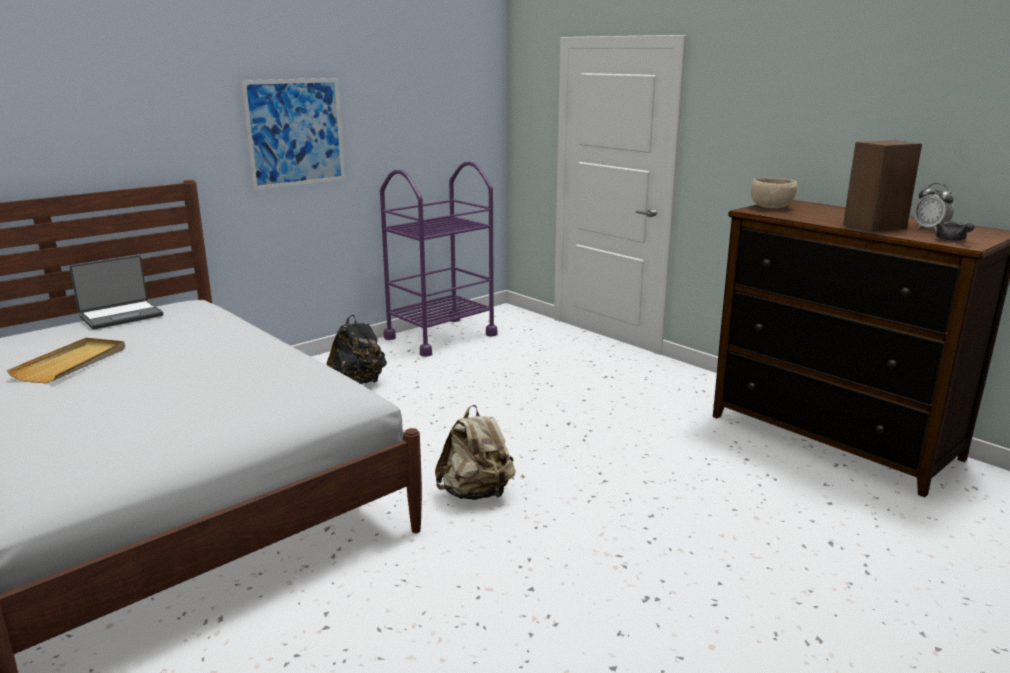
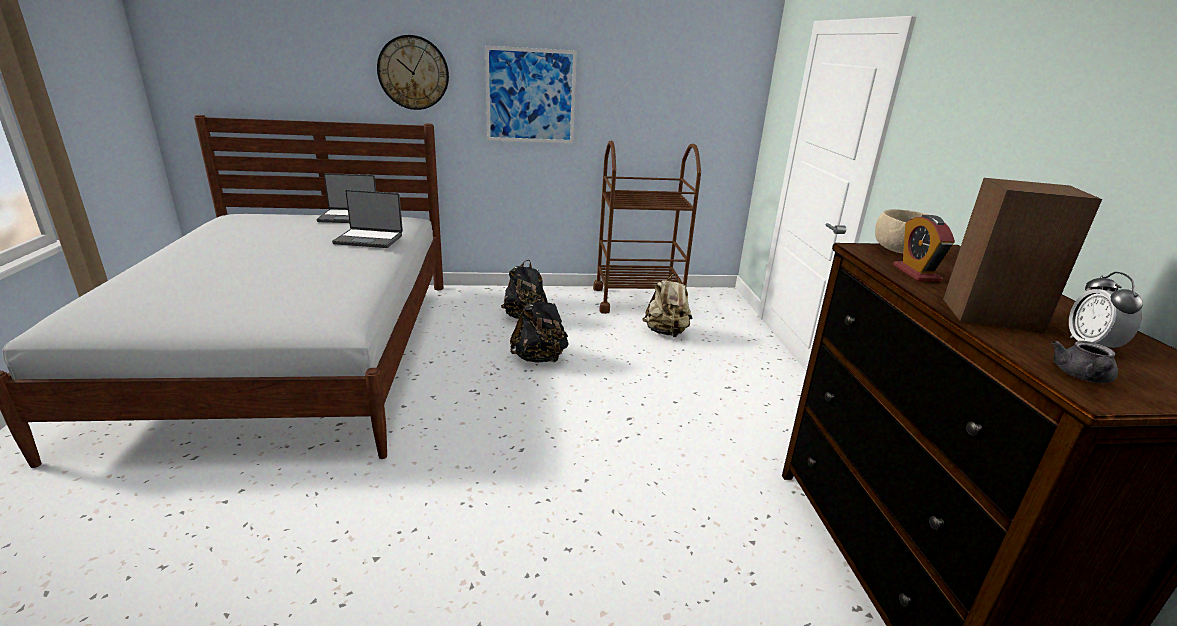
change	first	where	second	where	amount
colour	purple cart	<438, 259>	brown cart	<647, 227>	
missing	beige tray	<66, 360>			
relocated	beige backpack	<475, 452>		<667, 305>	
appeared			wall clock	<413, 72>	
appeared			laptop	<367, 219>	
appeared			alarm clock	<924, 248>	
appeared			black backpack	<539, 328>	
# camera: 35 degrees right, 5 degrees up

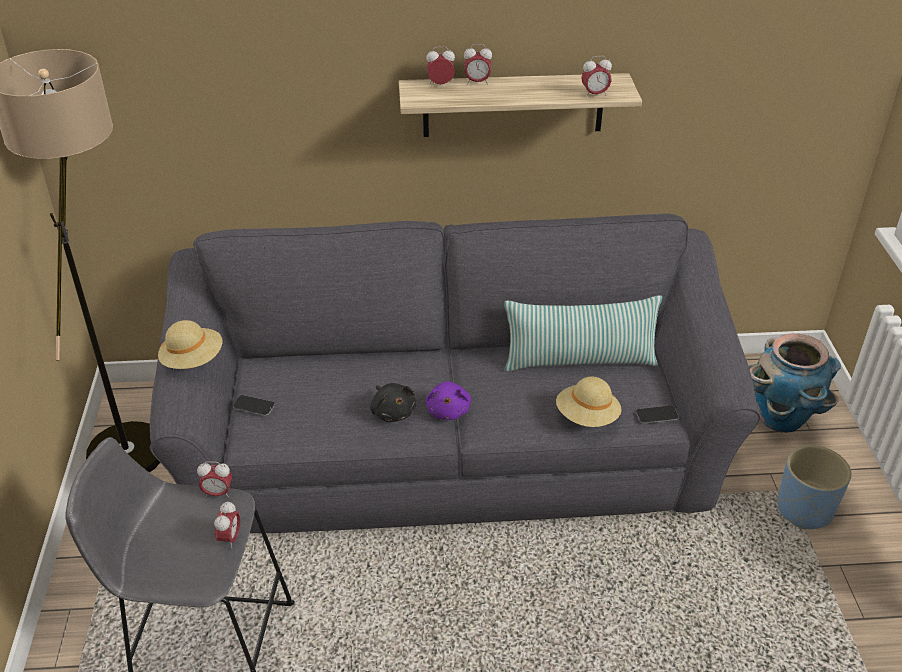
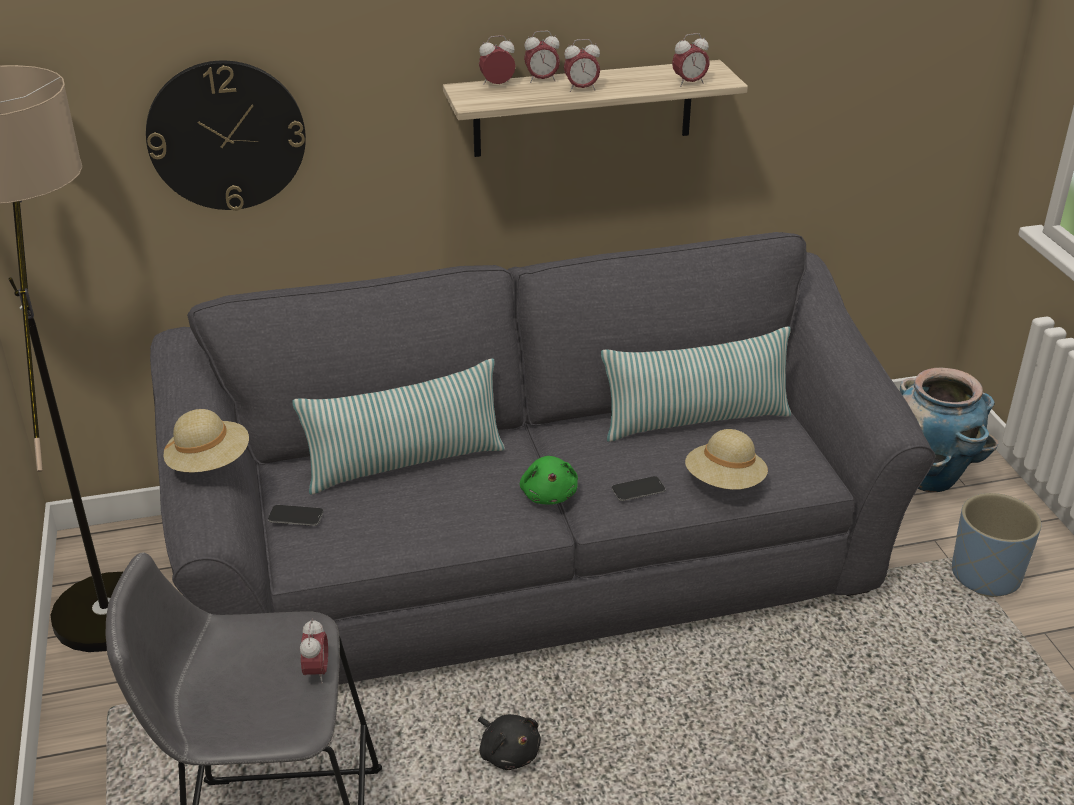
change	first	where	second	where	amount
colour	purple plush toy	<448, 400>	green plush toy	<549, 480>	
relocated	black plush toy	<393, 402>		<509, 742>	
relocated	phone	<657, 414>		<639, 488>	
relocated	alarm clock	<214, 480>		<582, 65>	
appeared			wall clock	<226, 135>	
appeared			pillow	<398, 427>	
# camera: 10 degrees left, 5 degrees down

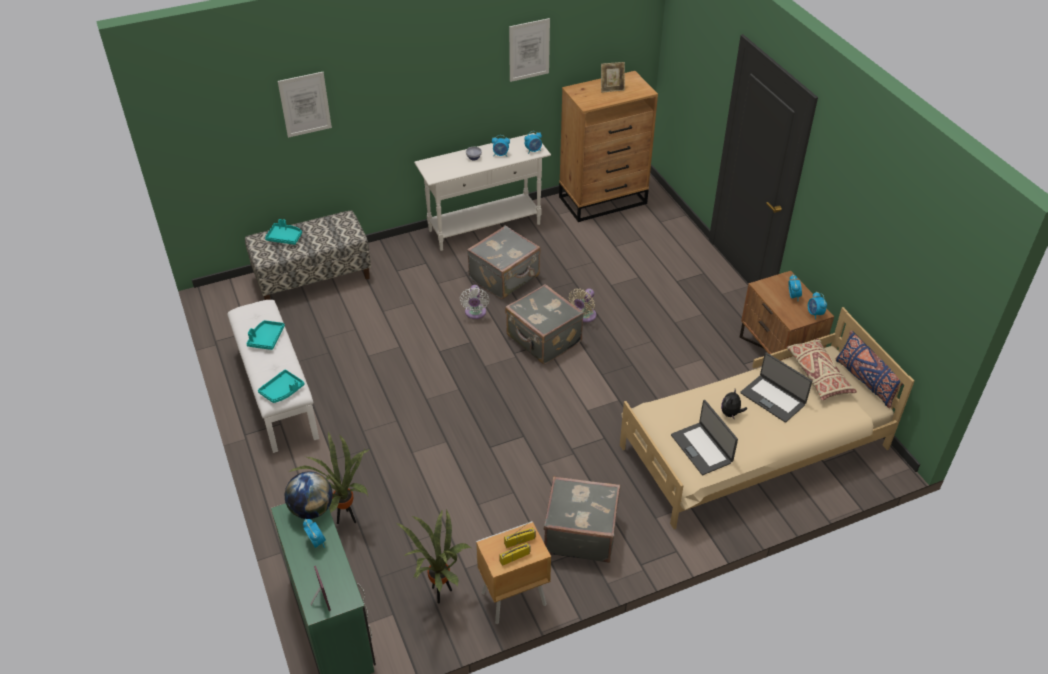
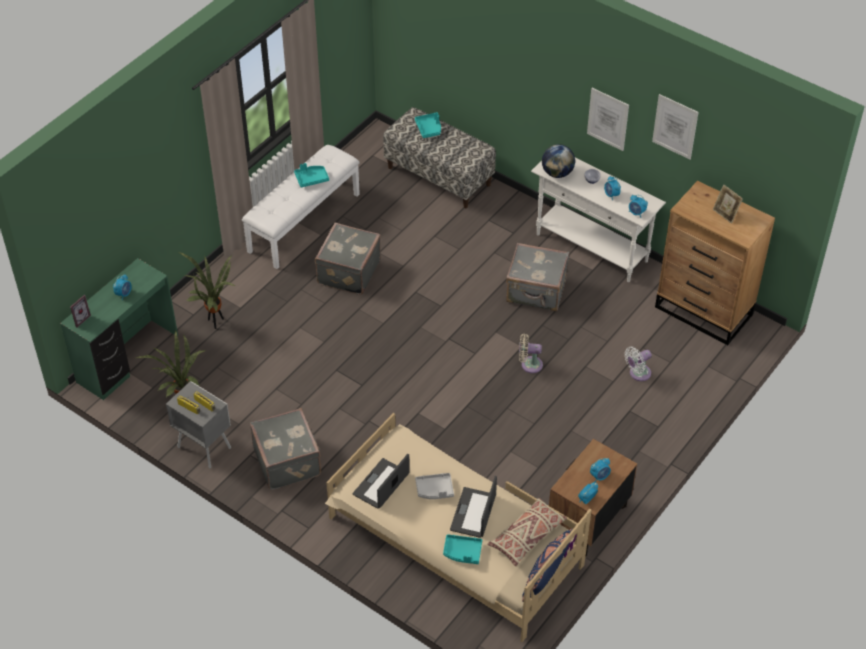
change	first	where	second	where	amount
relocated	picture	<305, 105>		<608, 119>	
relocated	grey suitcase	<544, 324>		<348, 259>	
relocated	white fan	<474, 302>		<638, 364>	
relocated	turquoise tray	<281, 386>		<462, 549>	
exchanged	plush toy	<734, 404>	grey tray	<434, 486>	
relocated	globe	<308, 495>		<558, 161>	
colour	brown nightstand	<513, 572>	grey nightstand	<198, 424>	
# camera: 60 degrees right, 5 degrees up

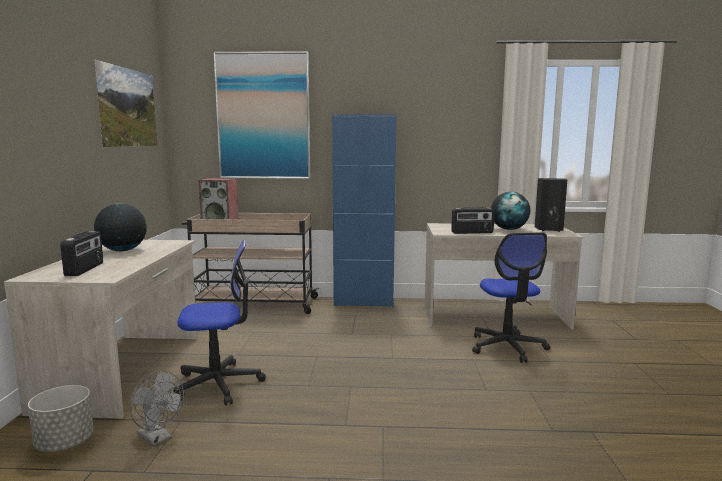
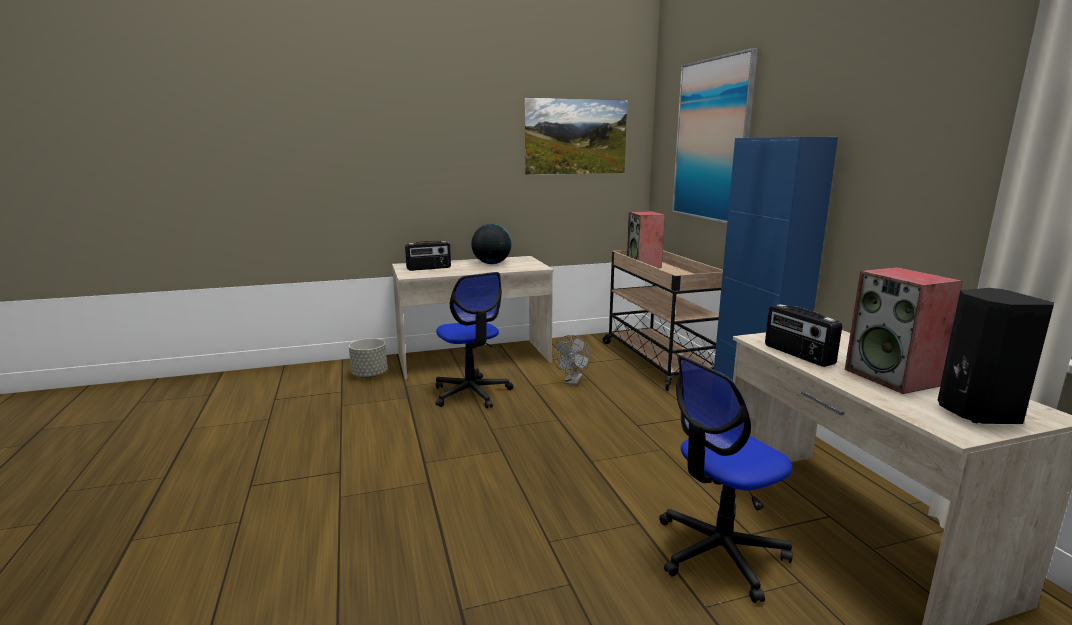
change	first	where	second	where	amount
exchanged	globe	<510, 211>	speaker	<903, 330>	
relocated	grey fan	<156, 408>		<572, 360>	
# camera: 70 degrees right, 5 degrees up

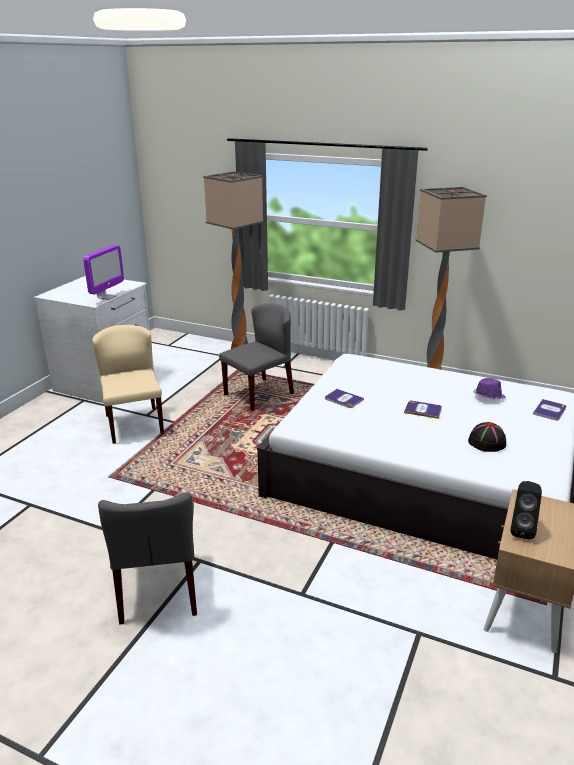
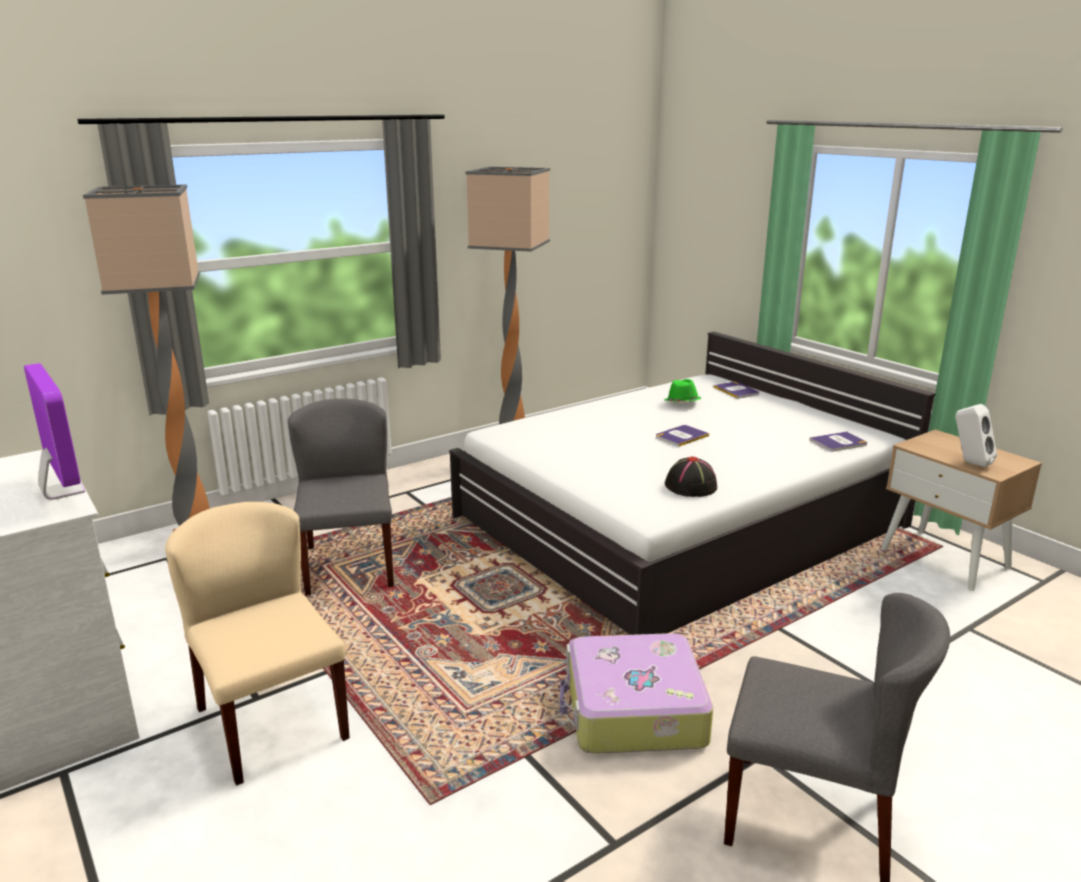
change	first	where	second	where	amount
spun	beige chair	<128, 384>		<257, 644>	45 degrees clockwise
colour	purple hat	<489, 388>	green hat	<682, 391>	
relocated	book	<344, 398>		<838, 441>	
relocated	black hat	<487, 437>		<691, 477>	
colour	black speaker	<526, 510>	white speaker	<976, 435>	
appeared			suitcase	<636, 693>	
# camera: 60 degrees left, 5 degrees down

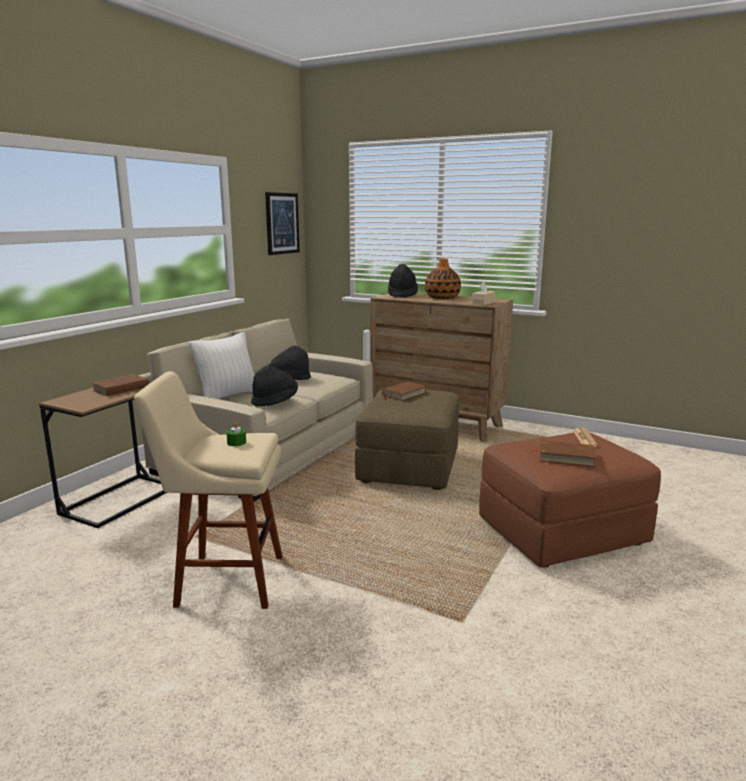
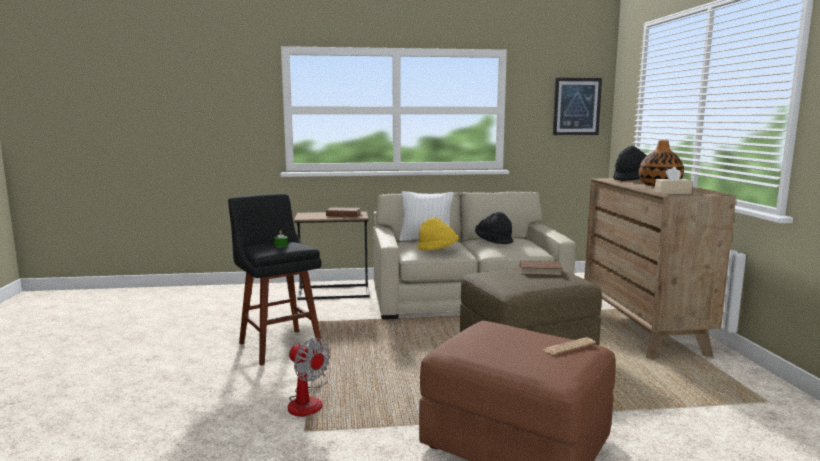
change	first	where	second	where	amount
colour	black hat	<274, 386>	yellow hat	<438, 234>	
colour	beige stool	<208, 490>	black stool	<275, 279>	
missing	brown book	<563, 453>			
appeared			fan	<309, 377>	
# camera: 55 degrees right, 5 degrees down

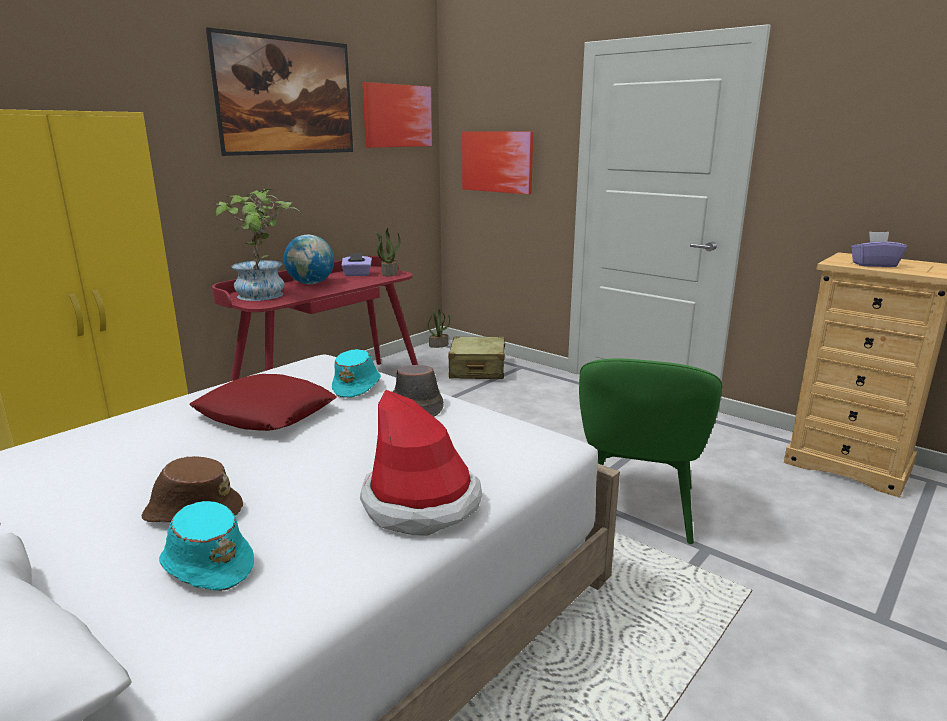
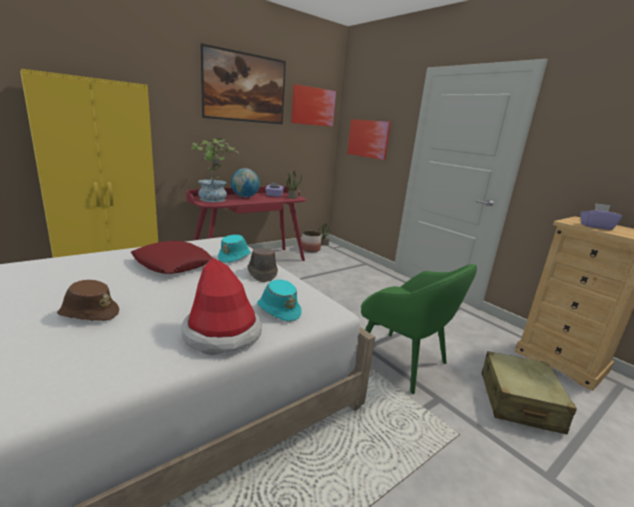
change	first	where	second	where	amount
relocated	beige suitcase	<476, 357>		<529, 392>	
spun	green armchair	<650, 451>		<419, 329>	75 degrees counterclockwise
relocated	turquoise hat	<206, 546>		<279, 301>	
appeared			planter	<312, 241>	
# camera: 10 degrees right, 0 degrees up

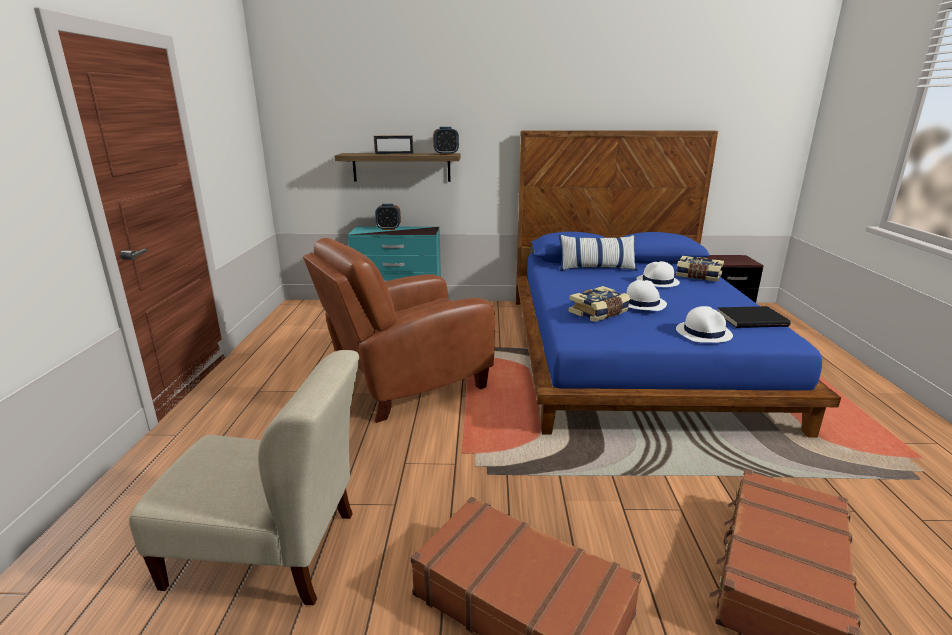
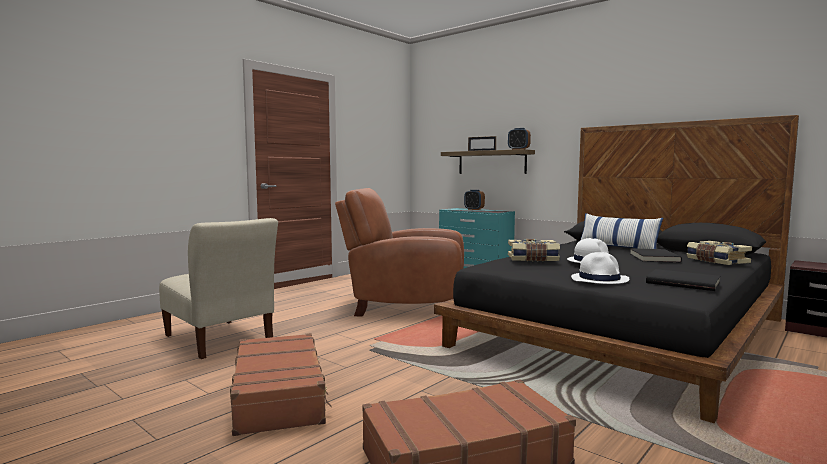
change	first	where	second	where	amount
colour	blue bed	<678, 284>	black bed	<616, 269>	
exchanged	white hat	<658, 274>	black book	<656, 255>	
# camera: 40 degrees right, 15 degrees down

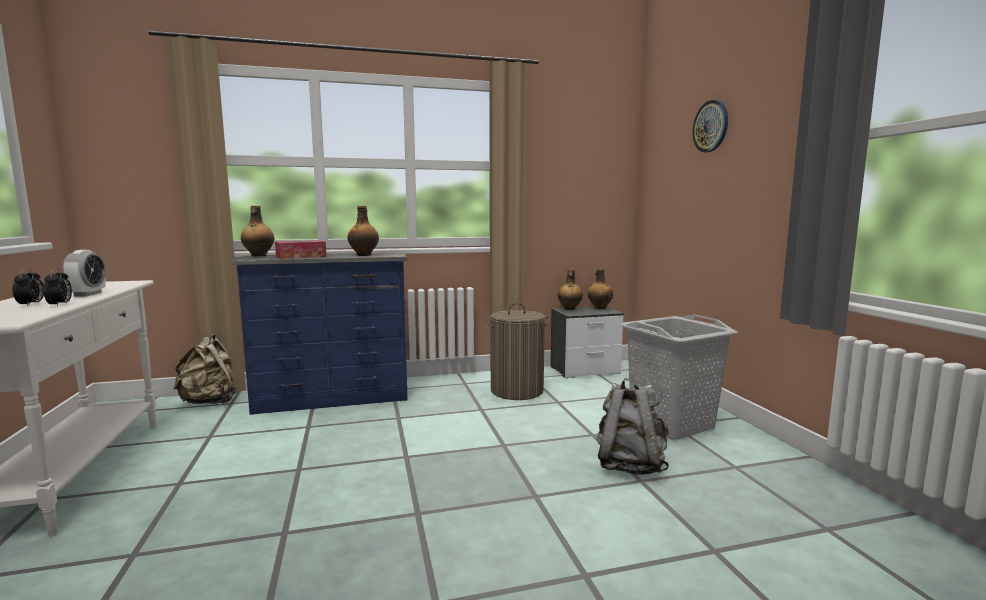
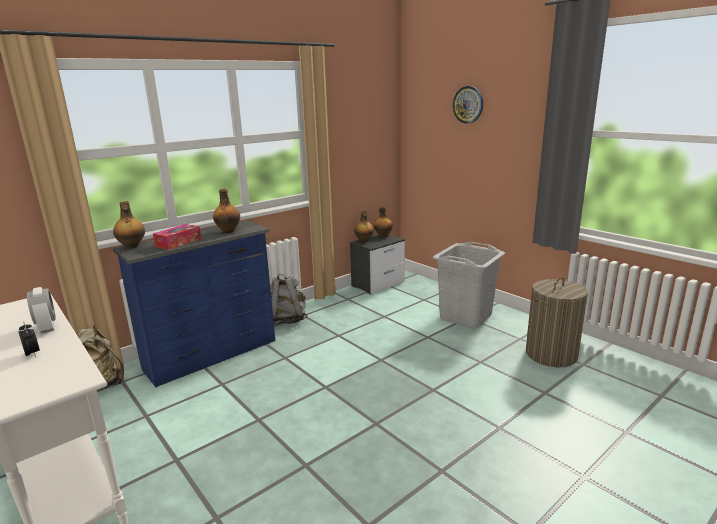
change	first	where	second	where	amount
missing	alarm clock	<57, 287>			
relocated	laundry basket	<517, 351>		<557, 322>	
relocated	grey backpack	<632, 426>		<288, 299>	
# camera: 25 degrees left, 10 degrees up

